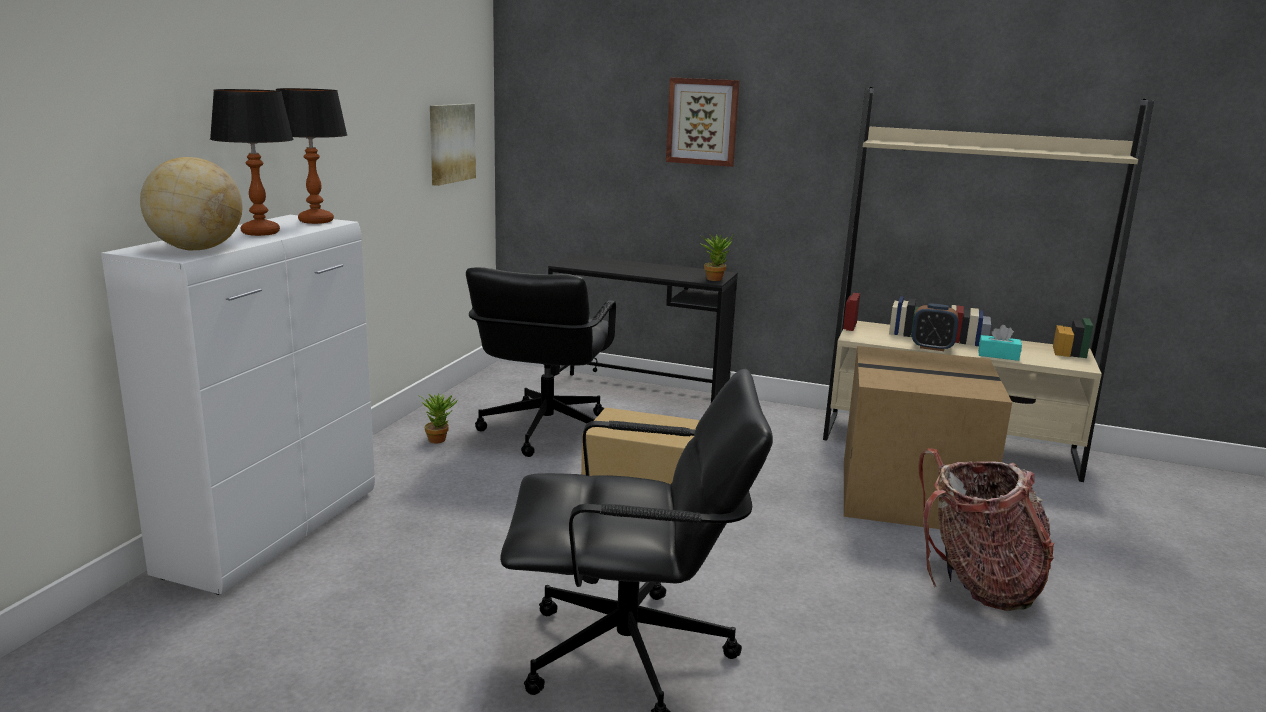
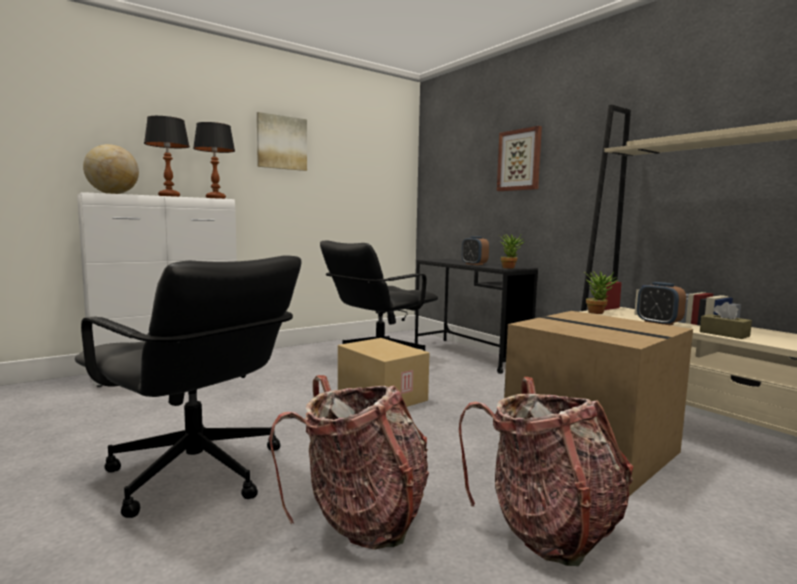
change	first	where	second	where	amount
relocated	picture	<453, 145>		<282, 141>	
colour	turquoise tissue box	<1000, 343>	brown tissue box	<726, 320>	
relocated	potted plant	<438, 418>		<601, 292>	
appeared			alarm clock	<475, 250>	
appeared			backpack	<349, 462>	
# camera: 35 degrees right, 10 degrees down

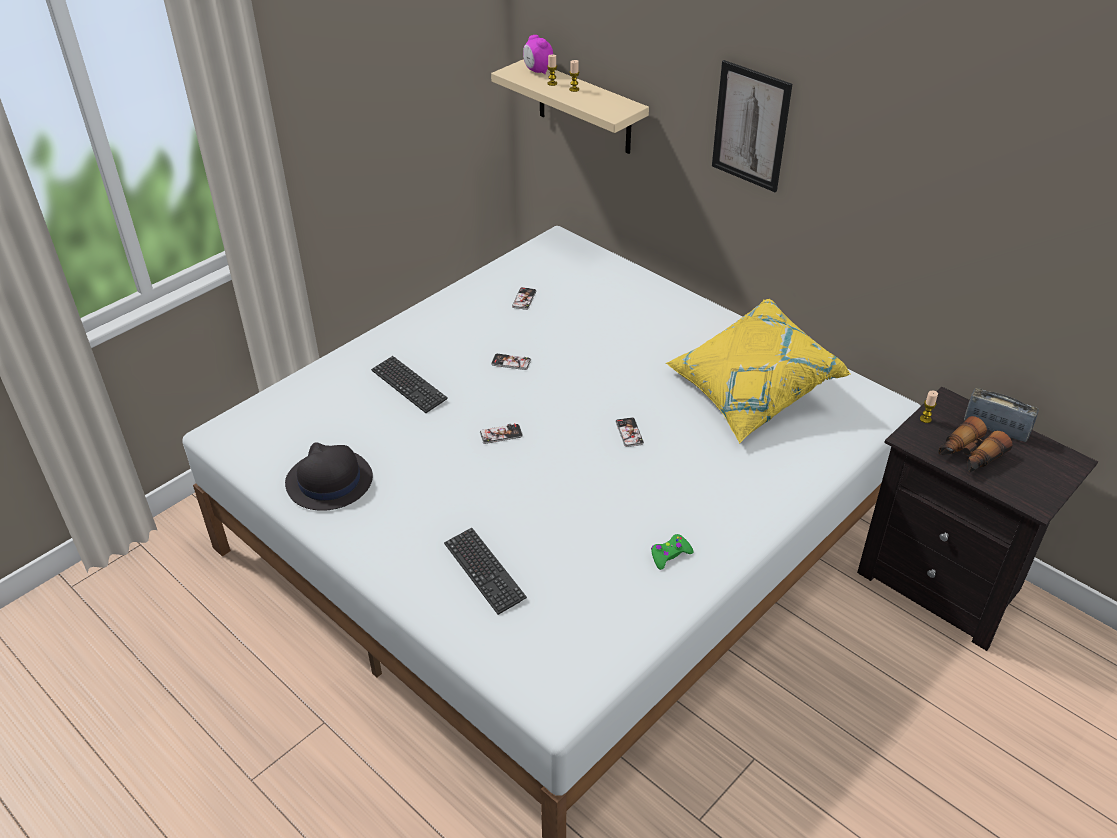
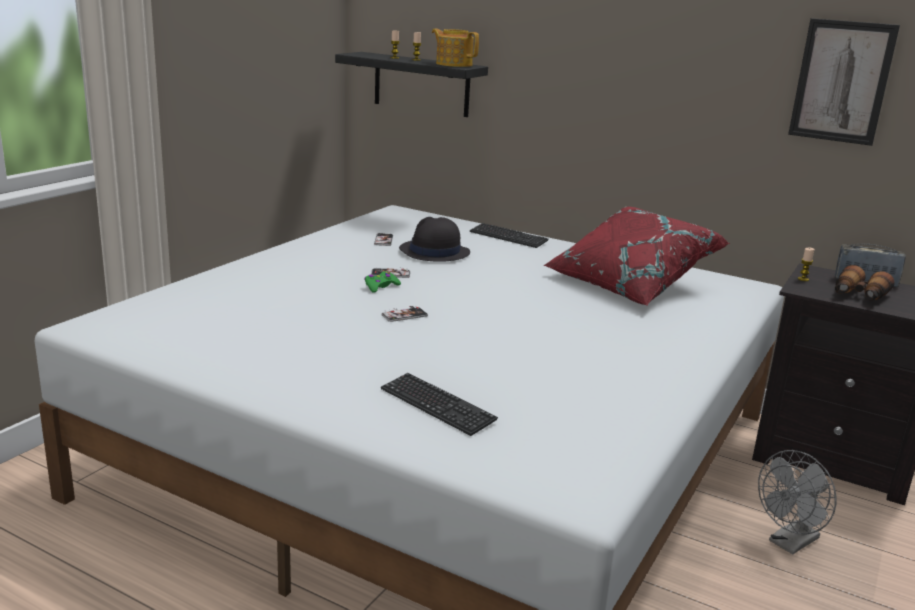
change	first	where	second	where	amount
missing	alarm clock	<538, 54>			
colour	beige shelf	<570, 106>	black shelf	<411, 84>	
relocated	picture	<752, 126>		<844, 82>	
colour	yellow pillow	<758, 371>	red pillow	<636, 256>	
relocated	keyboard	<409, 384>		<509, 235>	
missing	phone	<629, 432>			
relocated	black hat	<329, 476>		<434, 239>	
relocated	green game controller	<672, 552>		<382, 282>	
appeared			teapot	<455, 48>	
appeared			grey fan	<797, 502>	
# camera: 15 degrees left, 20 degrees down

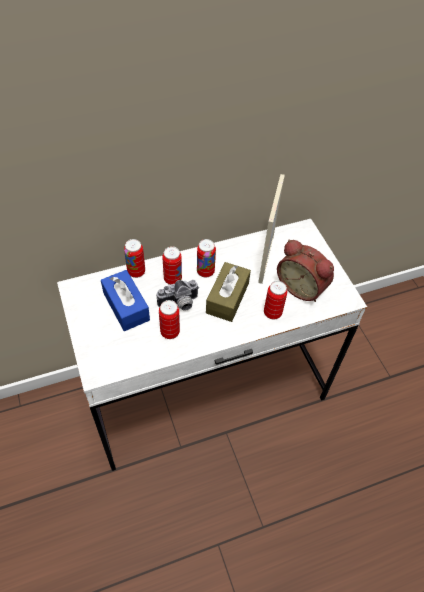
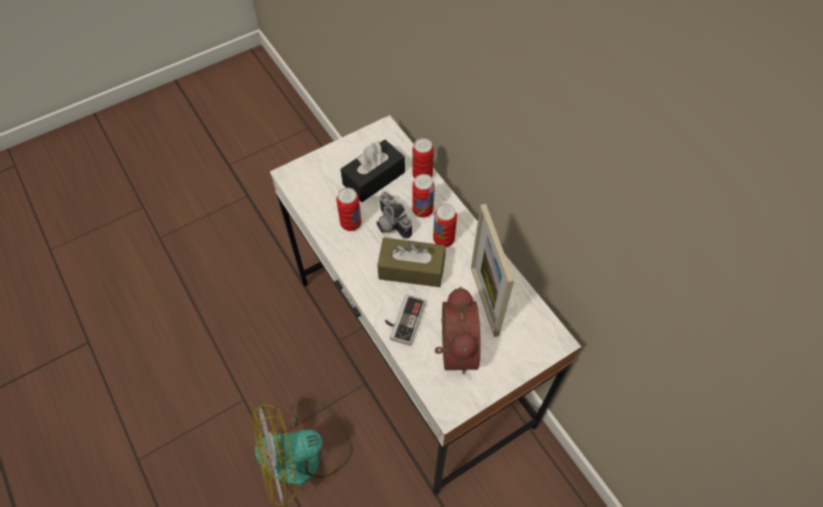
change	first	where	second	where	amount
spun	picture frame	<271, 229>		<492, 270>	105 degrees counterclockwise
spun	alarm clock	<305, 271>		<458, 330>	150 degrees clockwise
colour	blue tissue box	<125, 300>	black tissue box	<373, 171>	
exchanged	can	<275, 300>	game controller	<405, 320>	
appeared			fan	<302, 452>	
# camera: 80 degrees right, 5 degrees up

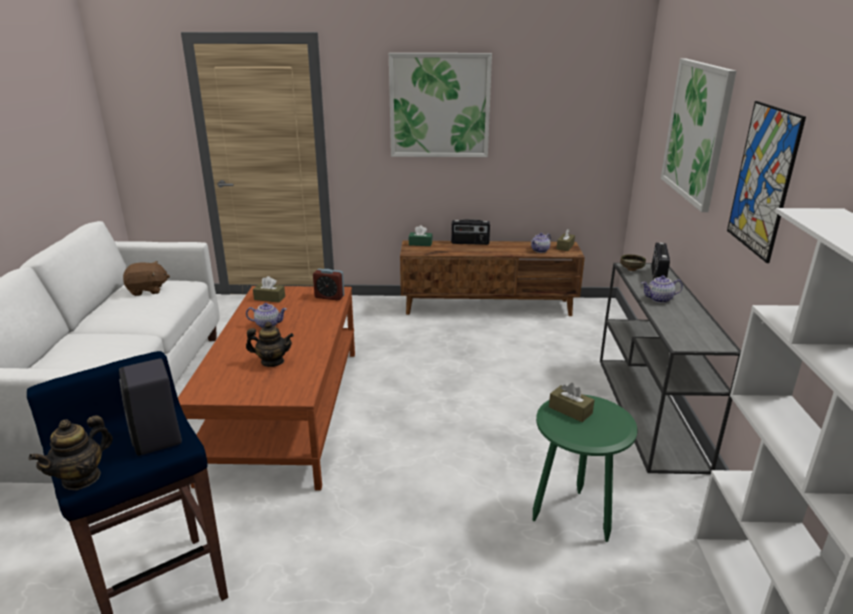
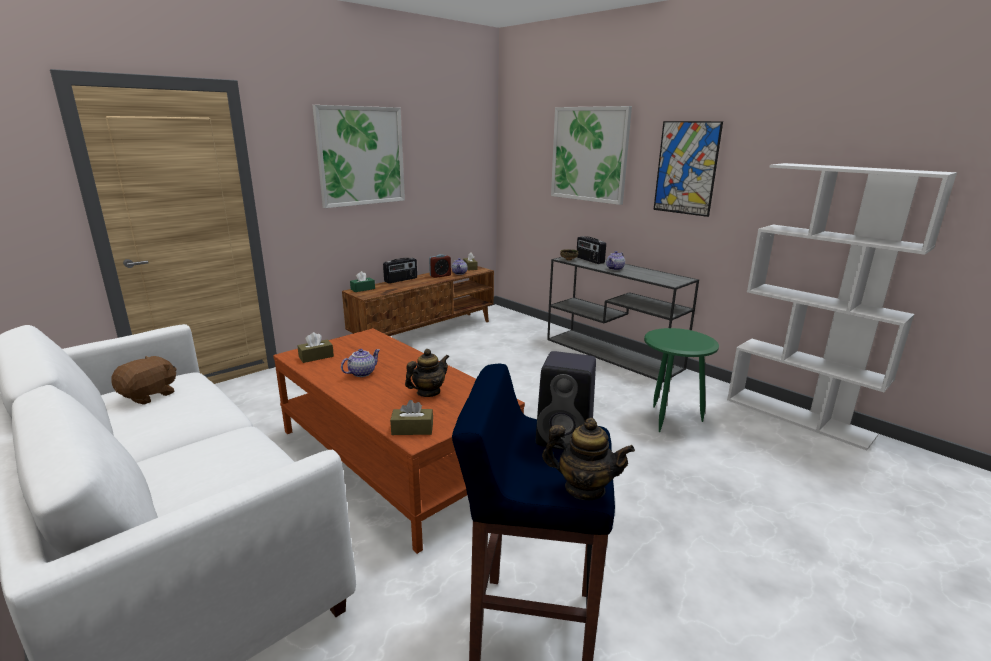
change	first	where	second	where	amount
relocated	alarm clock	<328, 284>		<440, 266>	
relocated	brown tissue box	<571, 402>		<411, 417>	
spun	teapot	<71, 452>		<588, 459>	60 degrees counterclockwise
# camera: 45 degrees left, 5 degrees down

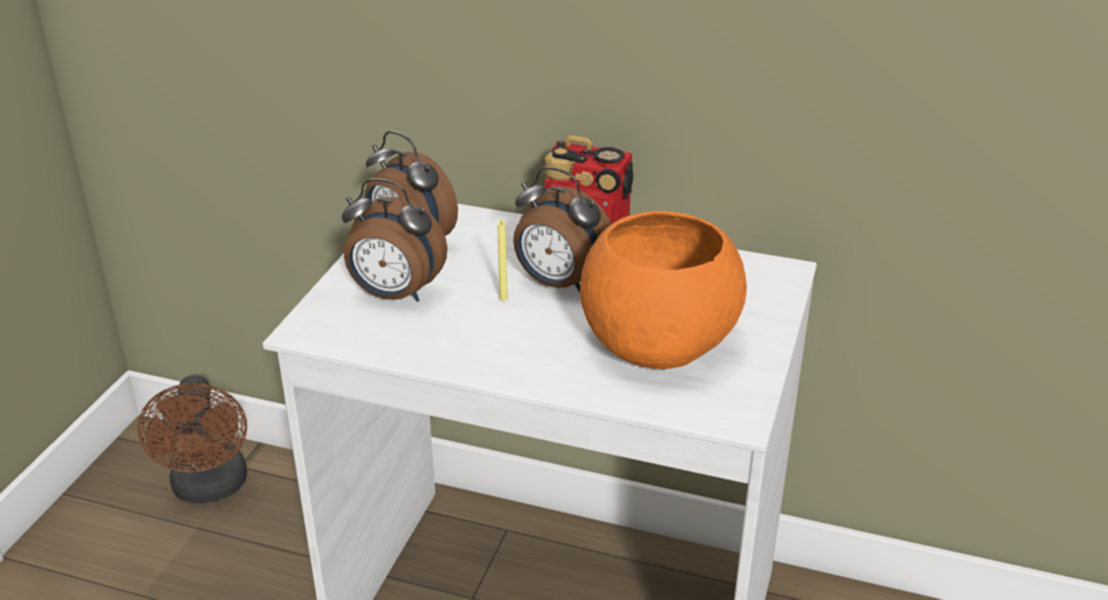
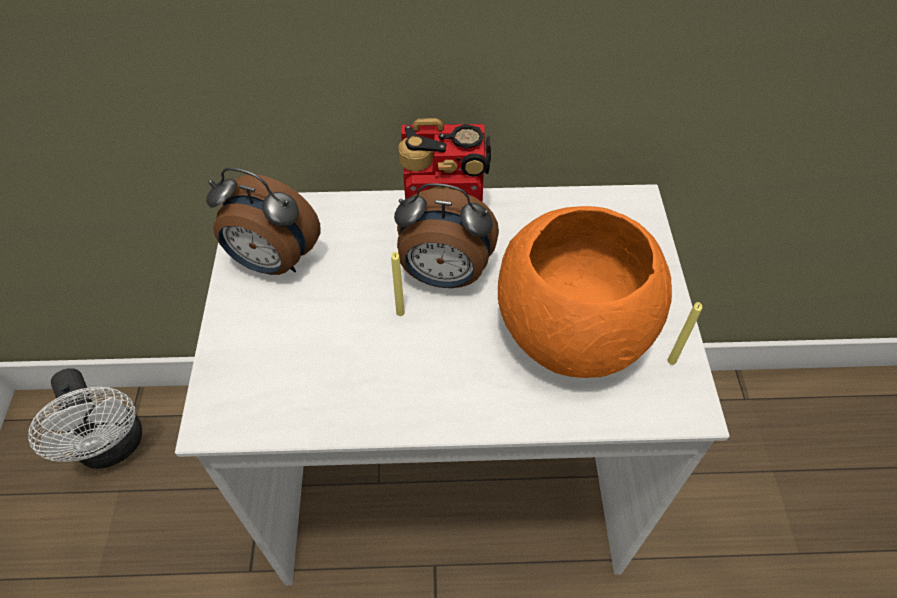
change	first	where	second	where	amount
missing	alarm clock	<394, 240>			
colour	brown fan	<192, 439>	white fan	<85, 418>	
appeared			yellow candle	<685, 333>	
# camera: 20 degrees left, 20 degrees up

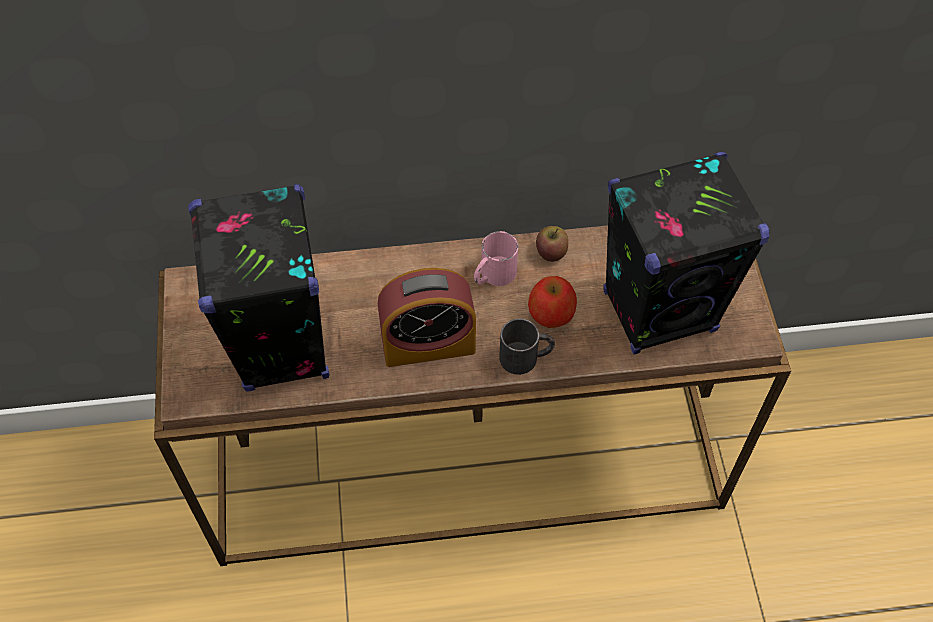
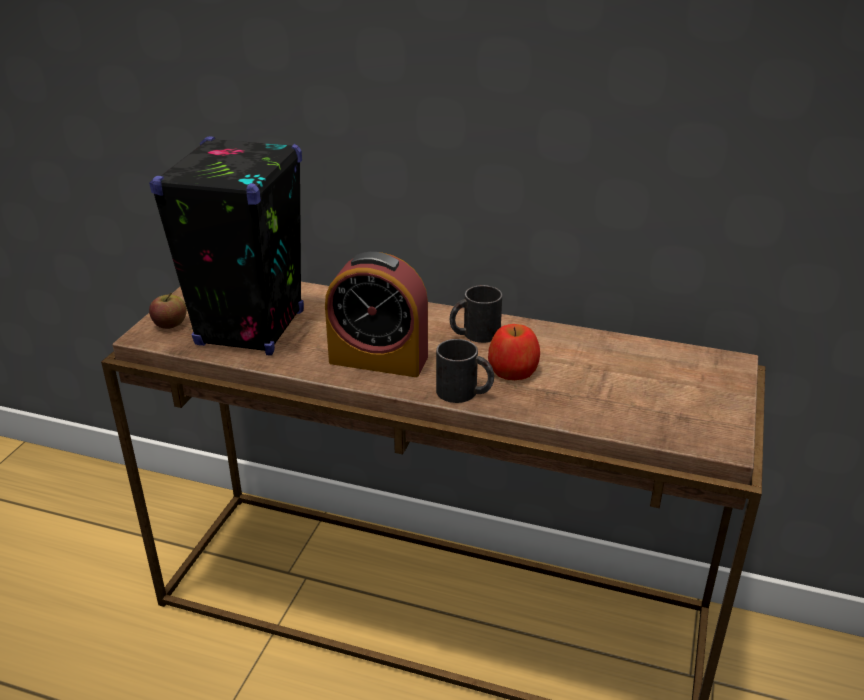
change	first	where	second	where	amount
missing	black speaker	<686, 253>			
relocated	apple	<552, 244>		<168, 311>	
colour	pink mug	<496, 258>	black mug	<476, 314>	
# camera: 25 degrees right, 25 degrees down

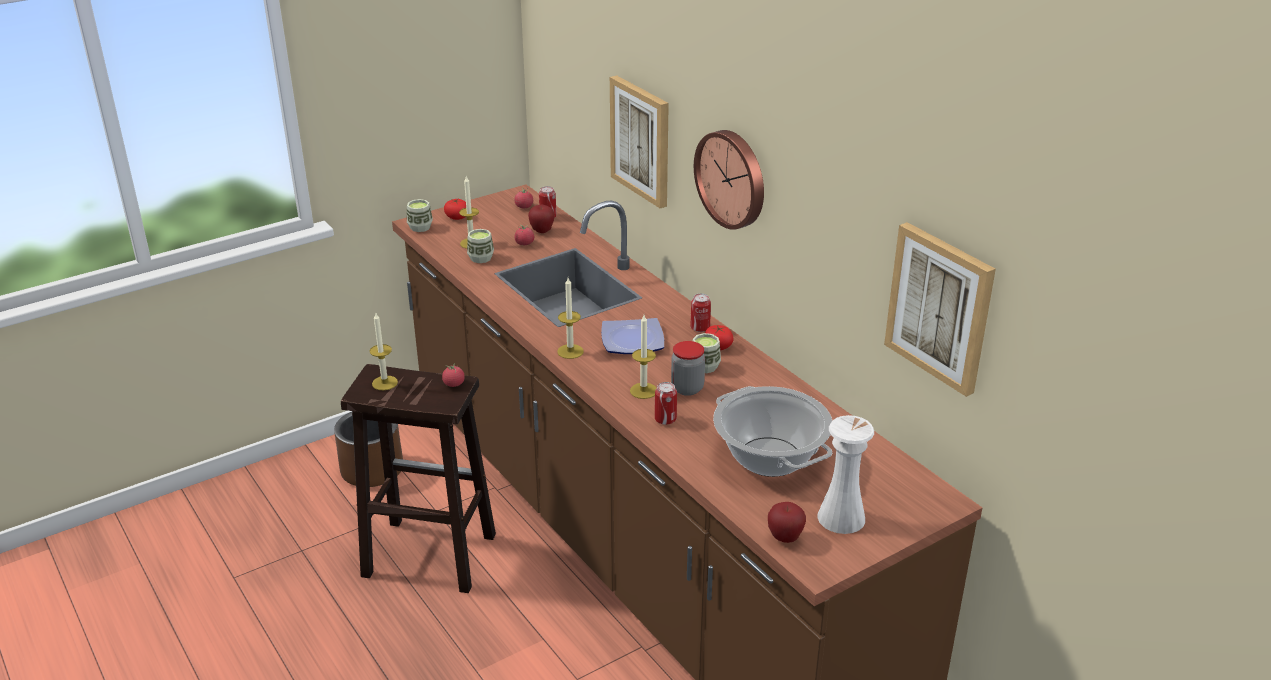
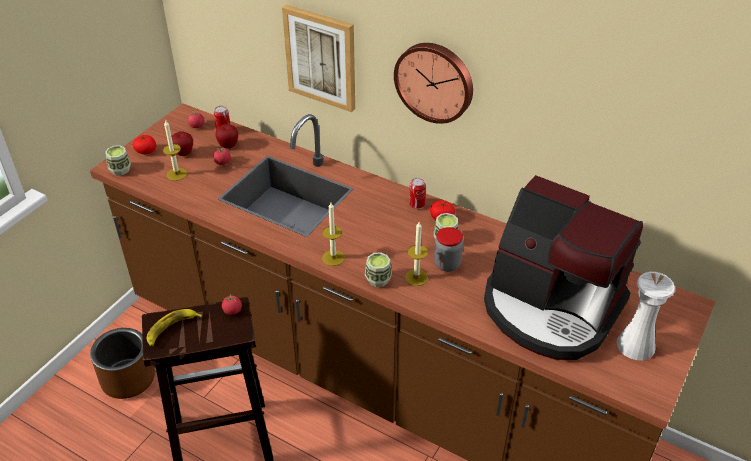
change	first	where	second	where	amount
missing	picture	<940, 309>			
relocated	cup	<480, 246>		<378, 269>	
exchanged	candle	<384, 351>	banana	<175, 327>	
missing	plate	<632, 336>			
missing	can	<666, 403>			
exchanged	cooking pot	<772, 431>	coffee machine	<563, 267>	
relocated	apple	<787, 522>		<182, 143>	
# camera: 25 degrees left, 10 degrees up

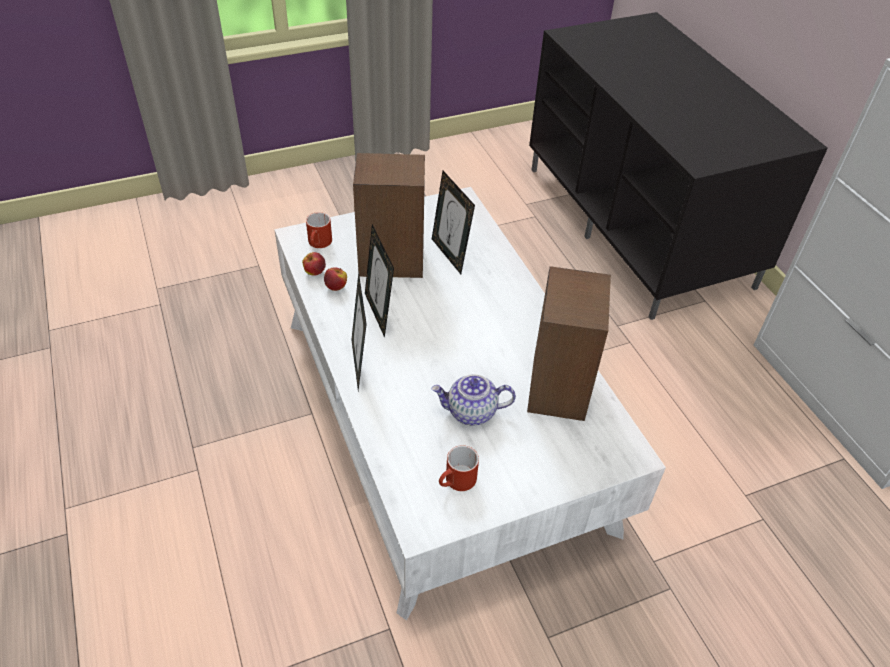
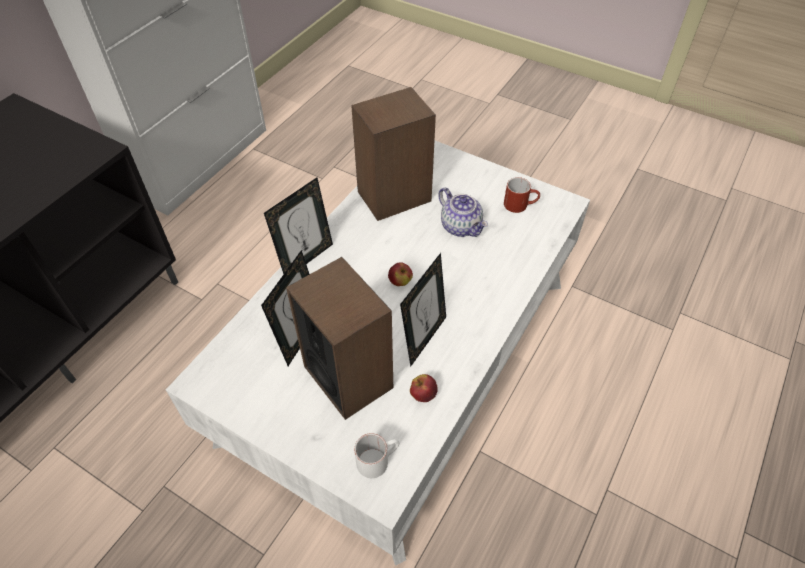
change	first	where	second	where	amount
colour	red mug	<319, 230>	white mug	<376, 455>	
relocated	apple	<314, 264>		<400, 274>	
relocated	picture frame	<359, 331>		<298, 226>	
# camera: 125 degrees left, 5 degrees up

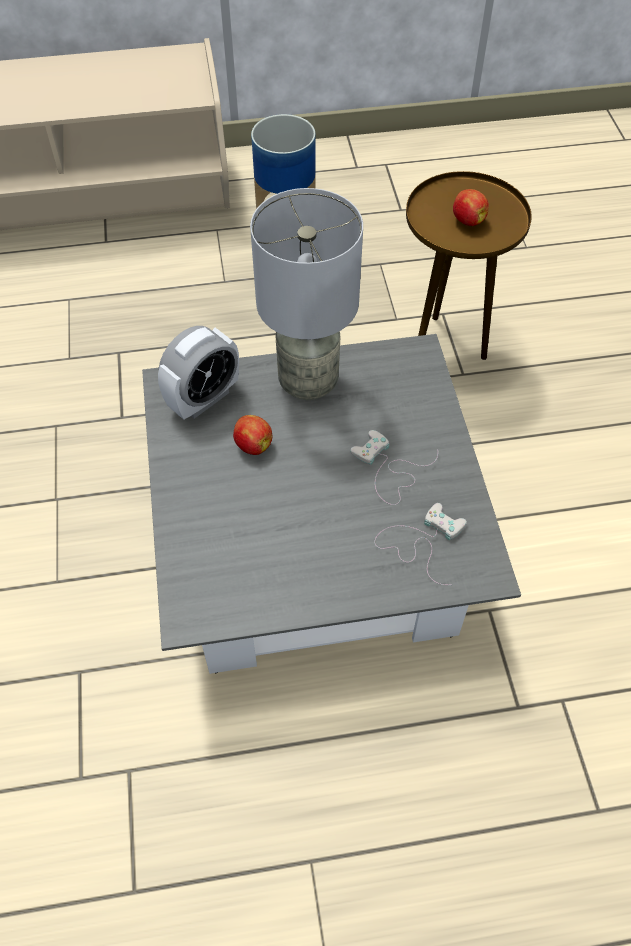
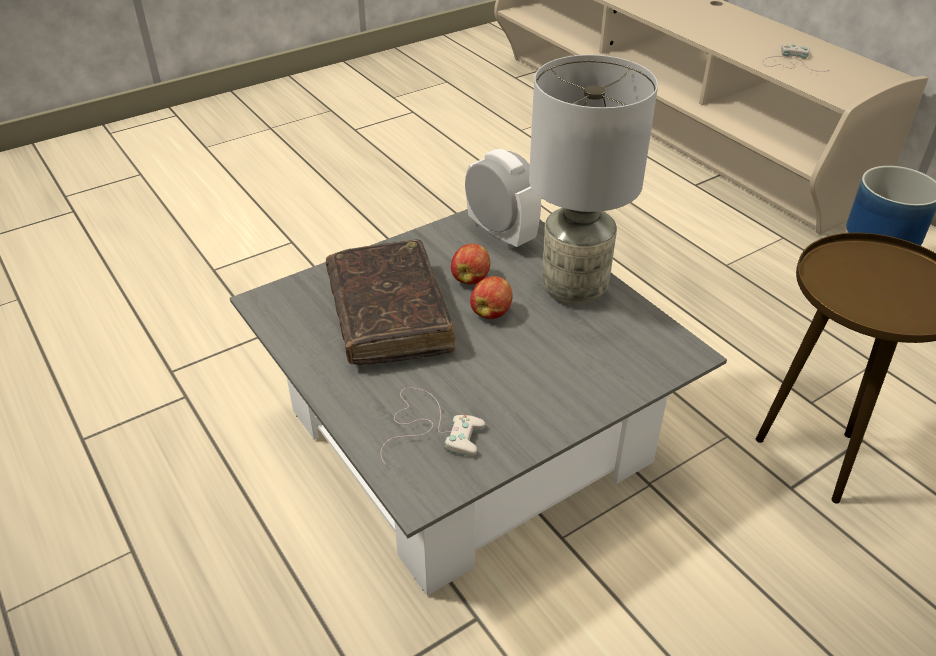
change	first	where	second	where	amount
relocated	apple	<471, 207>		<491, 297>	
spun	alarm clock	<198, 373>		<503, 199>	150 degrees counterclockwise
relocated	white game controller	<394, 467>		<796, 58>	
appeared			brown book	<390, 302>	
# camera: 65 degrees right, 15 degrees down

